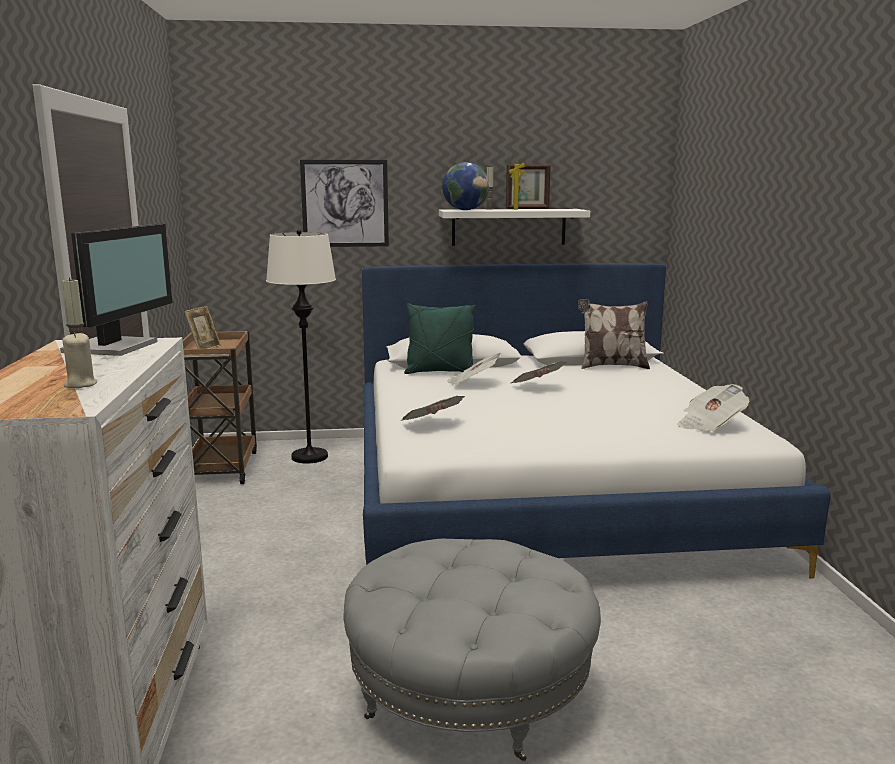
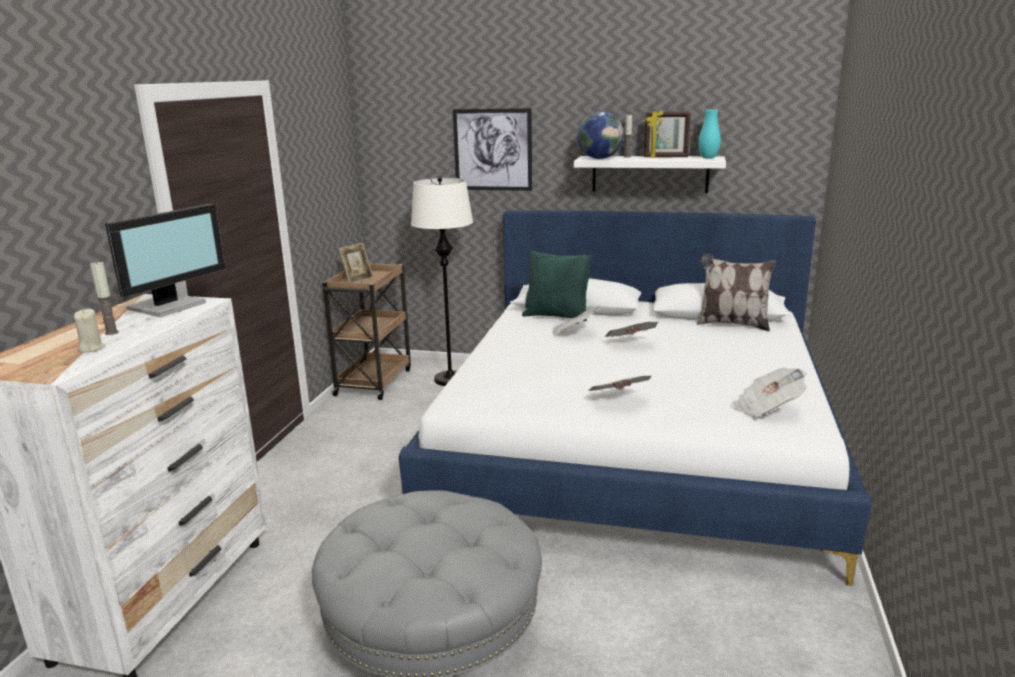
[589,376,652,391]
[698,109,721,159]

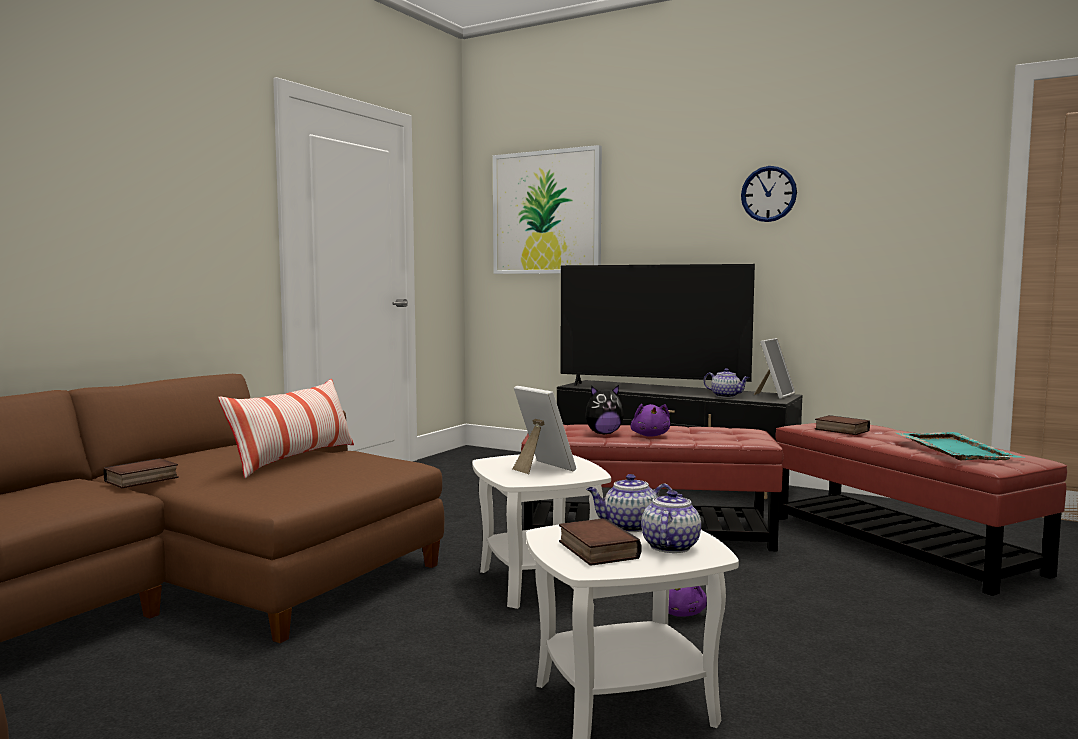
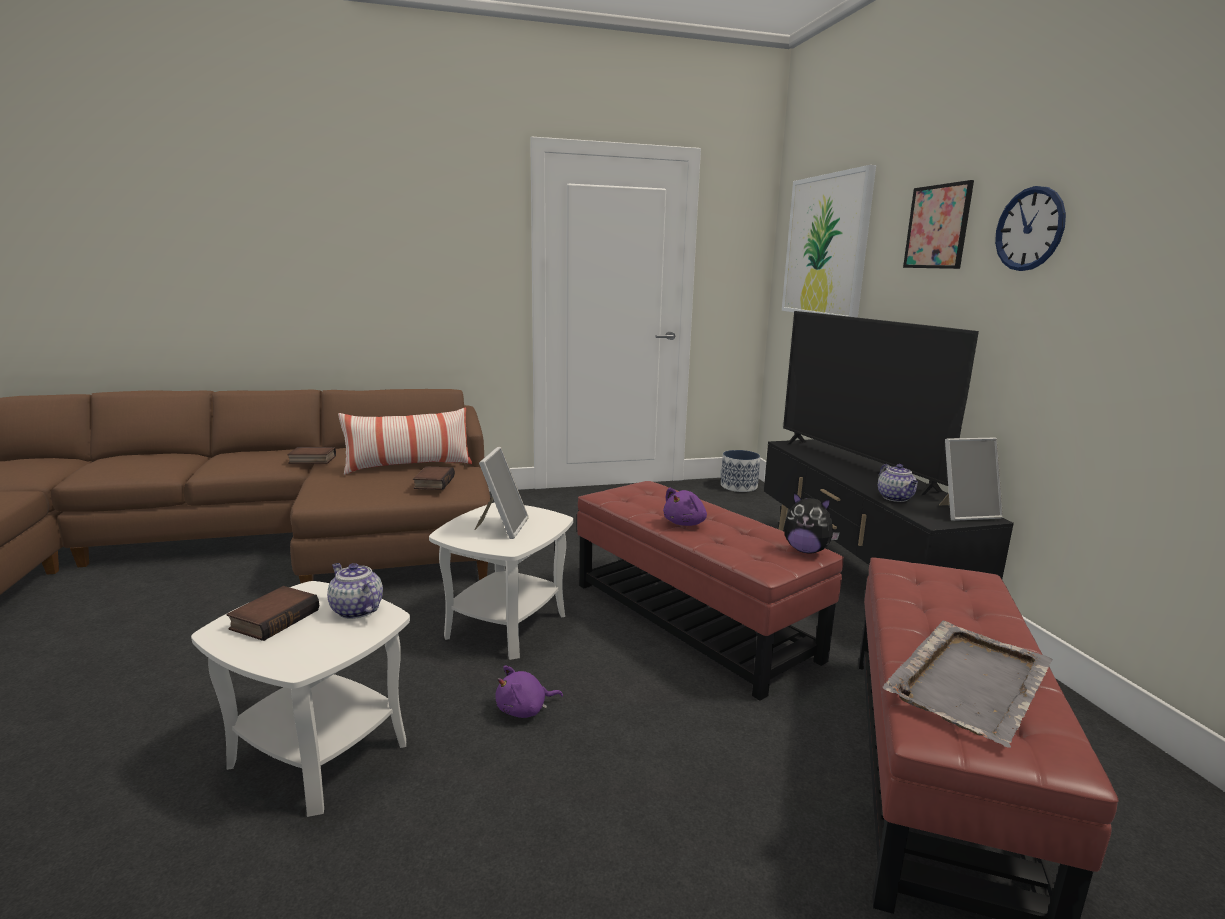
[413,466,455,490]
[721,450,760,492]
[784,492,840,554]
[883,621,1052,748]
[903,180,974,269]
[641,490,701,553] (first image)

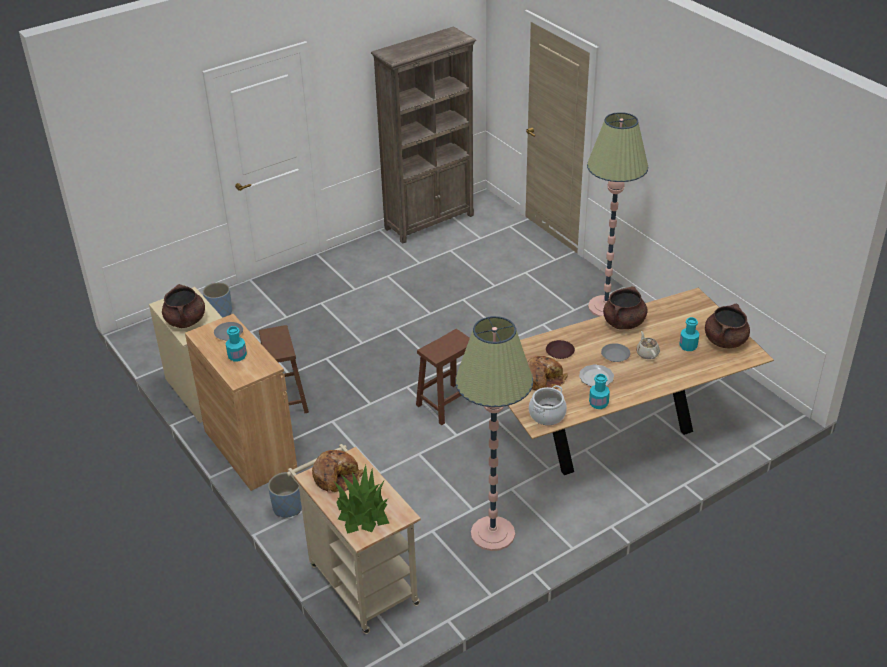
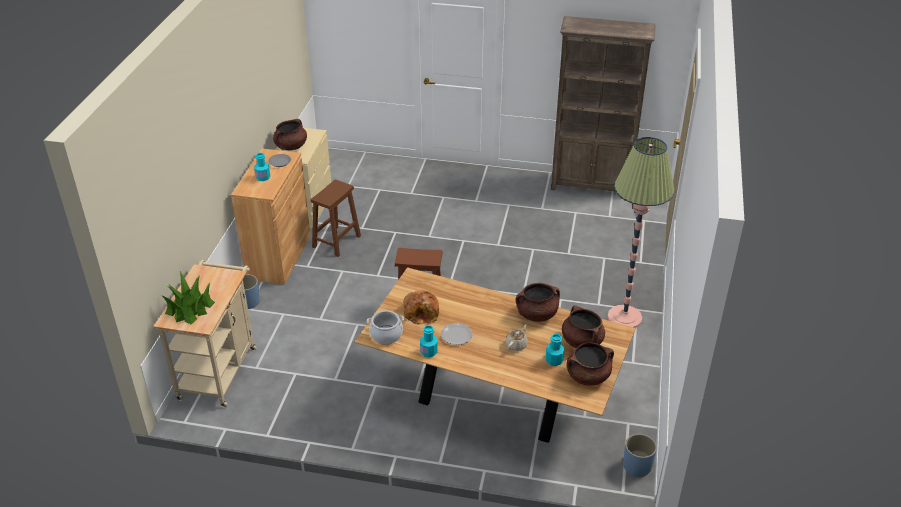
[562,305,605,348]
[623,434,657,477]
[312,450,363,492] (first image)
[455,316,533,551] (first image)
[546,340,575,359] (first image)
[601,343,630,362] (first image)

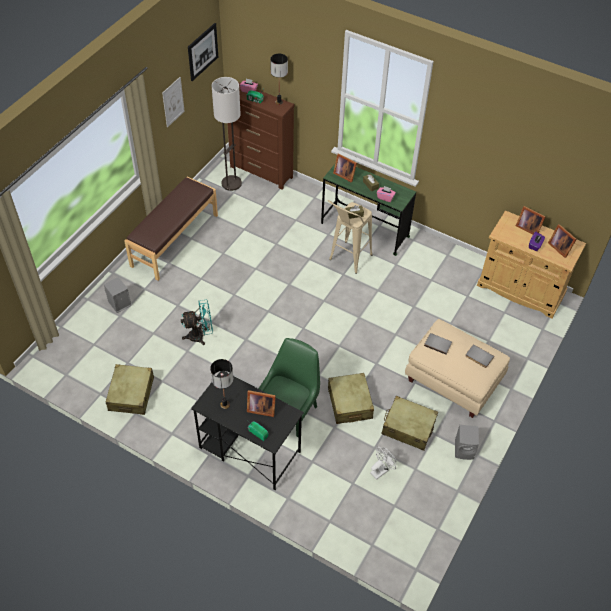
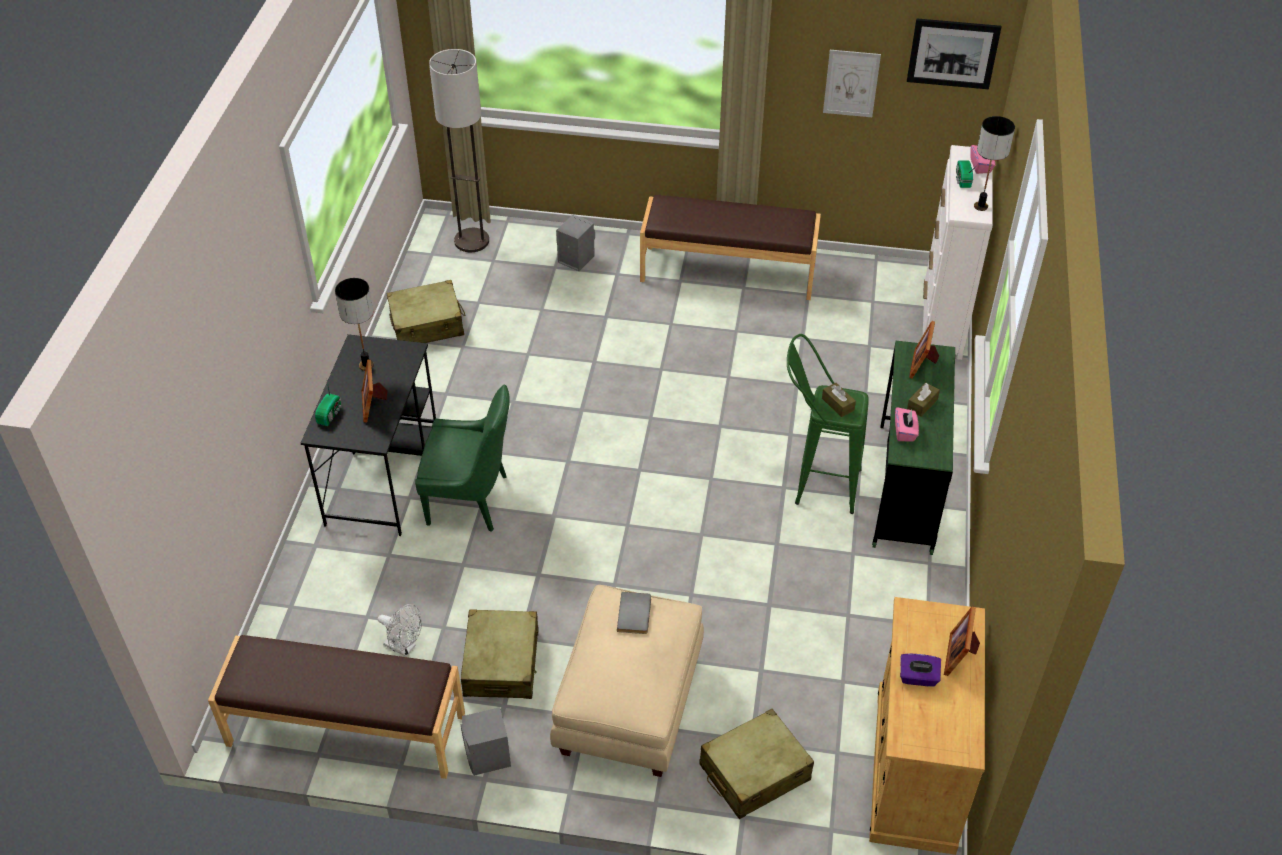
[208,635,465,779]
[429,49,489,252]
[699,709,814,819]
[787,334,868,514]
[923,145,993,360]
[181,300,213,345] (first image)
[466,344,494,368] (first image)
[548,224,577,258] (first image)

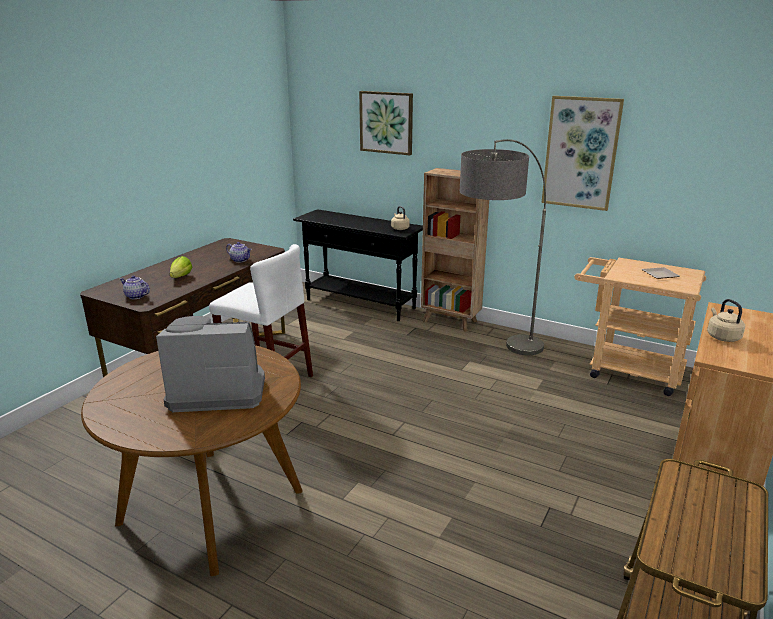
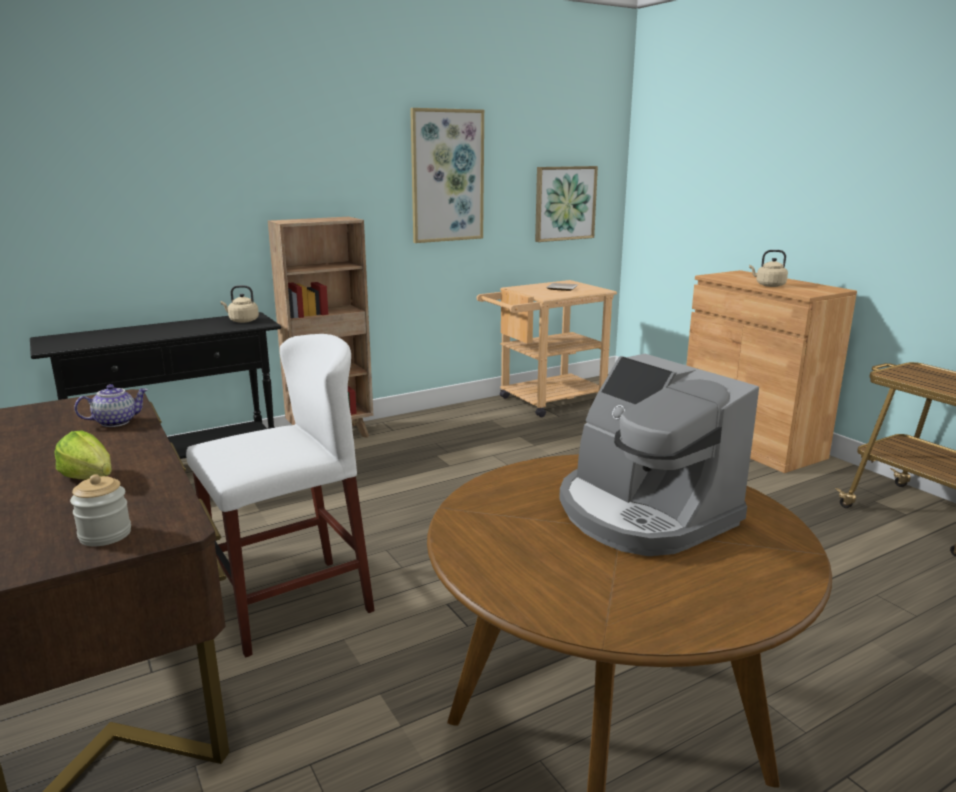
[70,474,131,546]
[535,166,598,242]
[559,354,759,556]
[460,139,546,355] (first image)

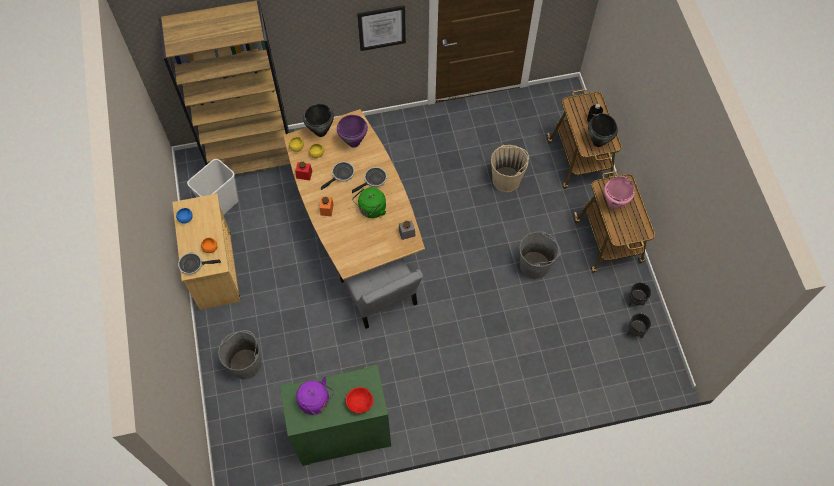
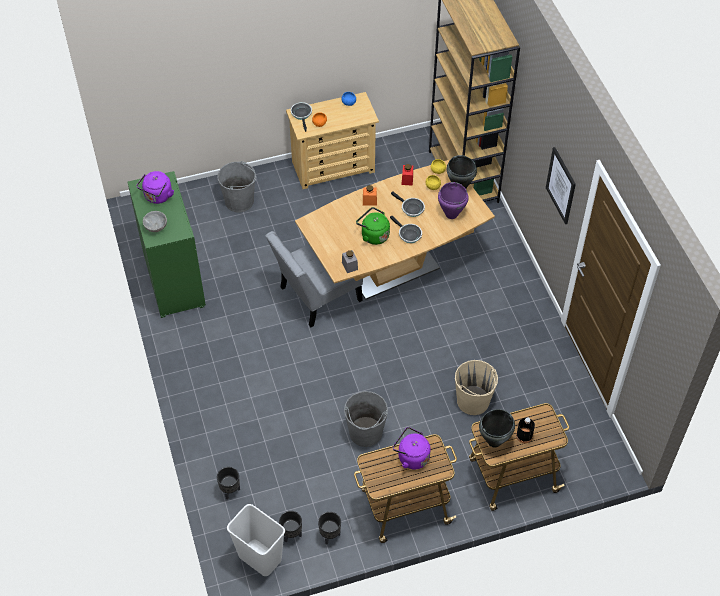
[143,211,167,232]
[217,467,240,499]
[227,504,285,576]
[393,427,431,469]

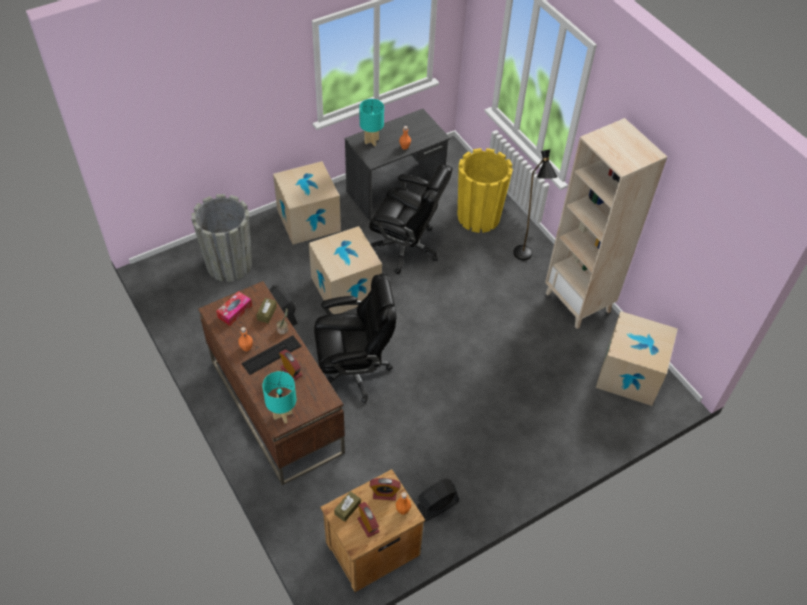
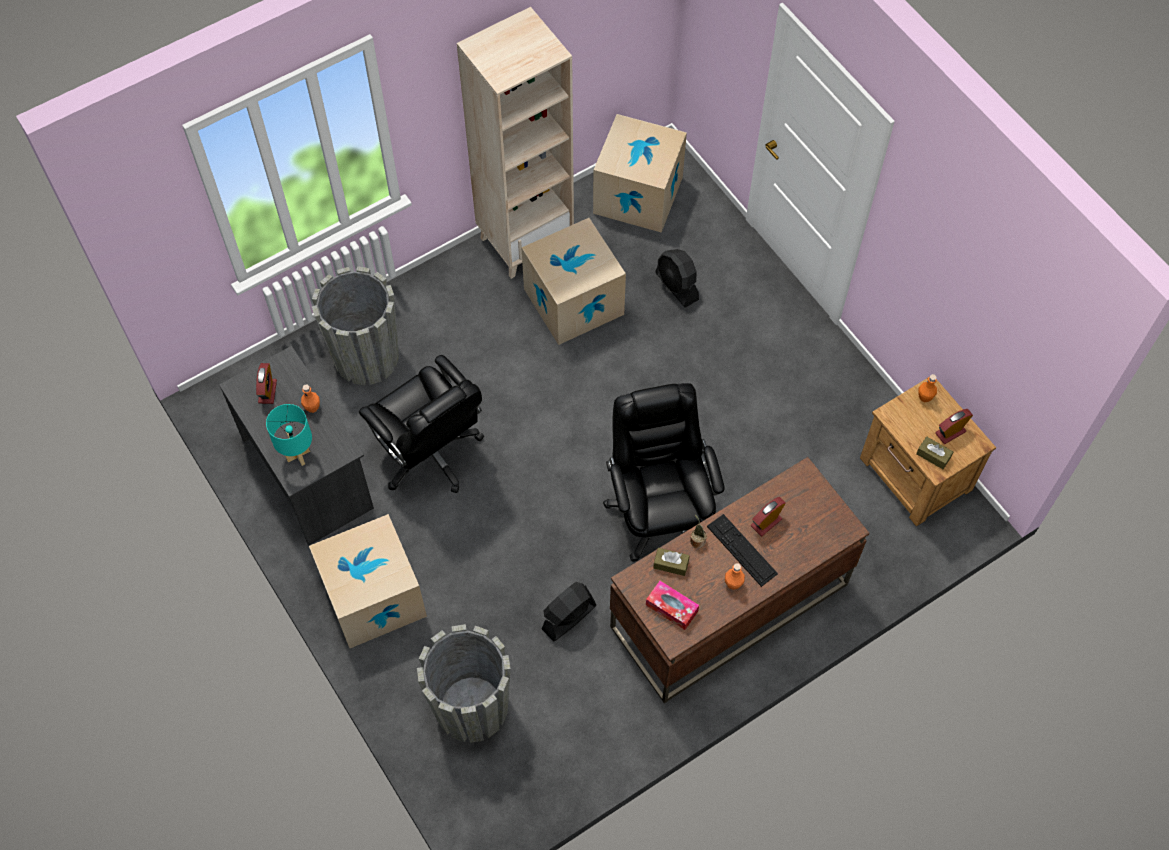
[256,363,277,404]
[312,266,399,385]
[359,355,484,493]
[521,218,626,345]
[655,249,699,308]
[262,371,296,424] (first image)
[513,150,557,260] (first image)

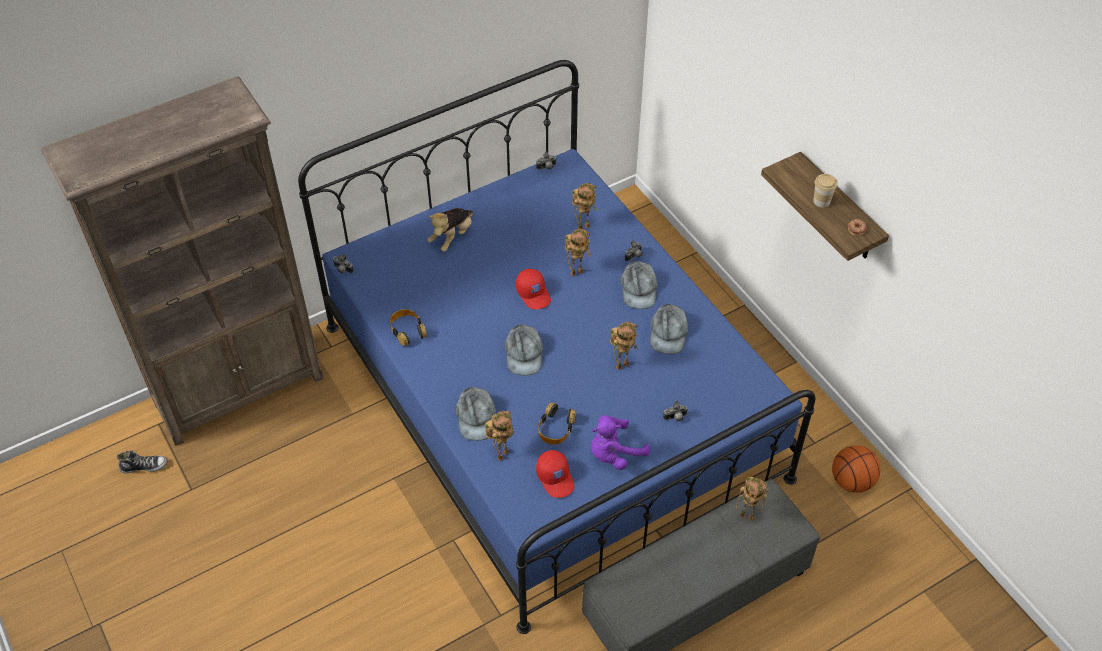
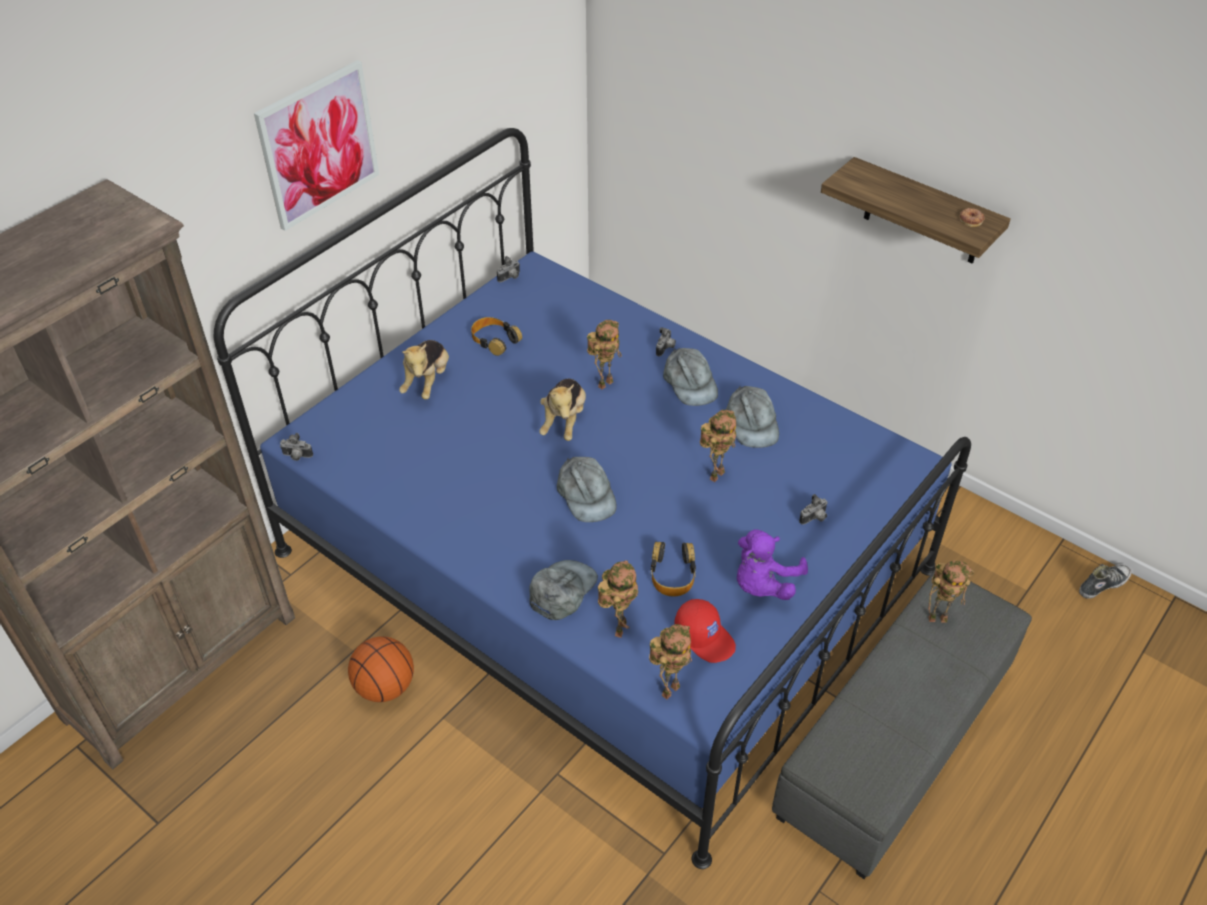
[254,60,379,231]
[348,636,414,702]
[471,317,522,356]
[530,560,598,620]
[539,379,586,441]
[649,624,692,700]
[1079,564,1131,599]
[813,174,838,208] (first image)

